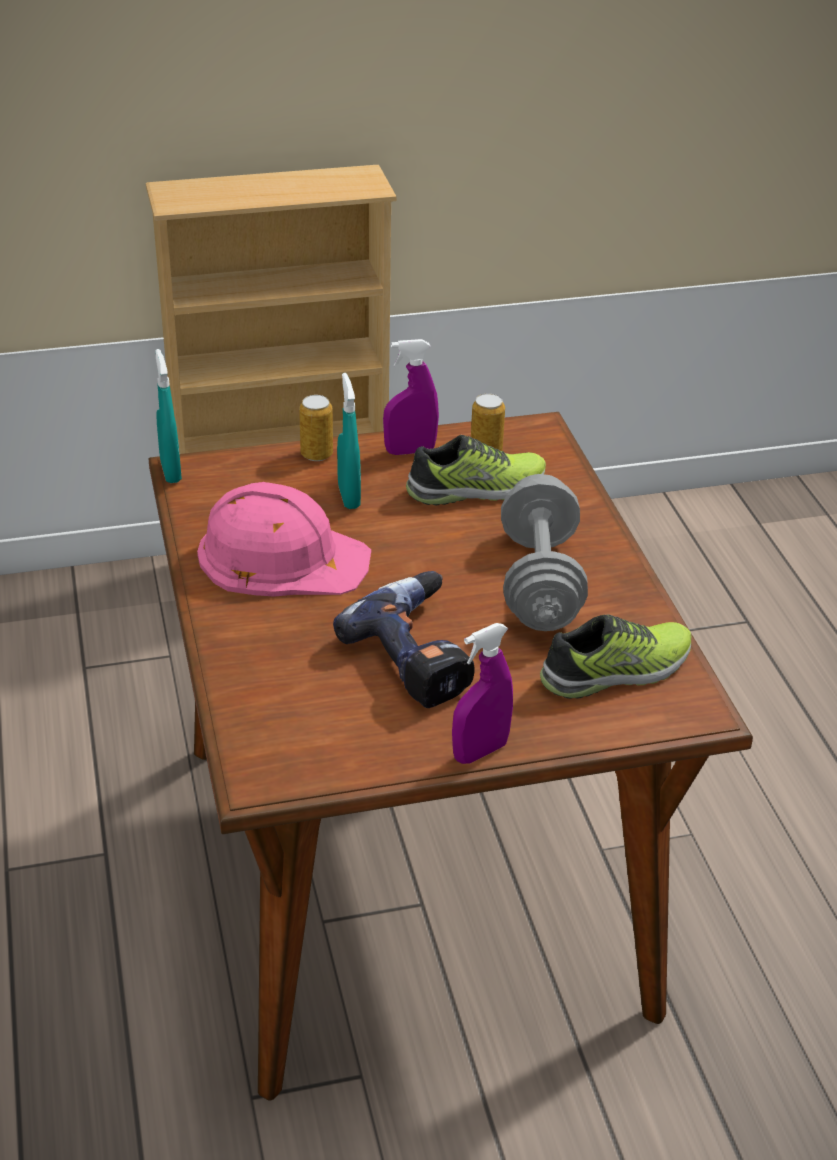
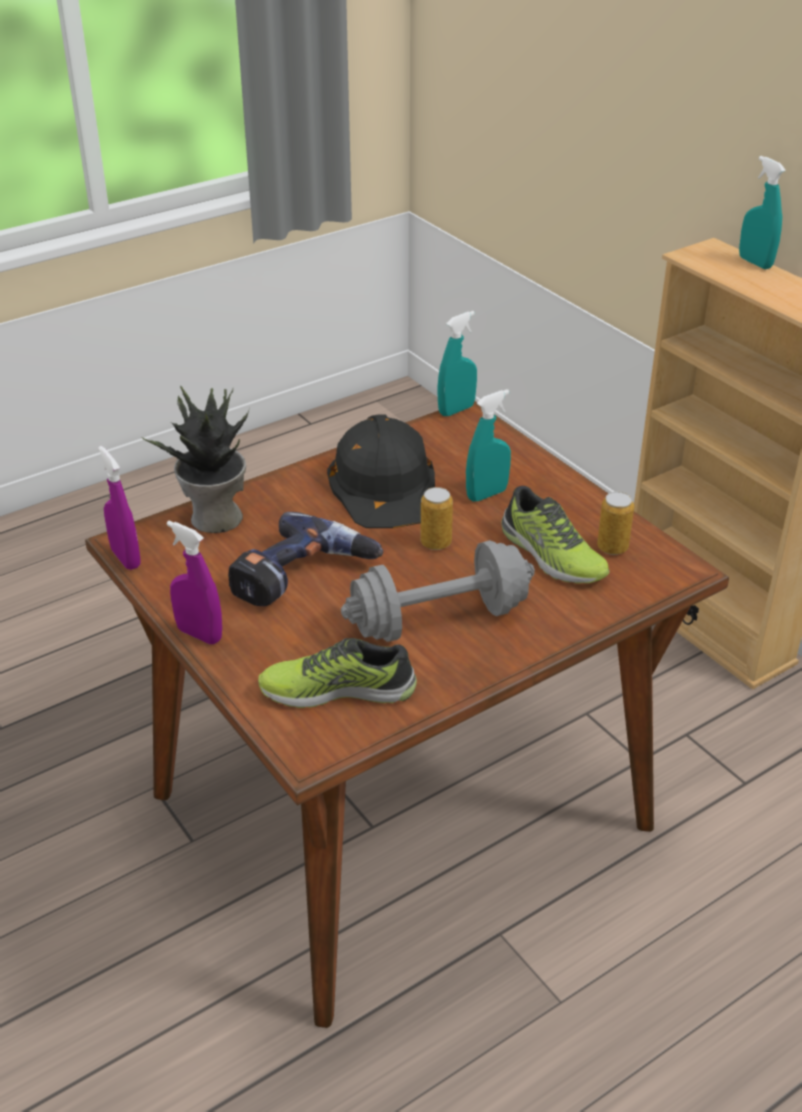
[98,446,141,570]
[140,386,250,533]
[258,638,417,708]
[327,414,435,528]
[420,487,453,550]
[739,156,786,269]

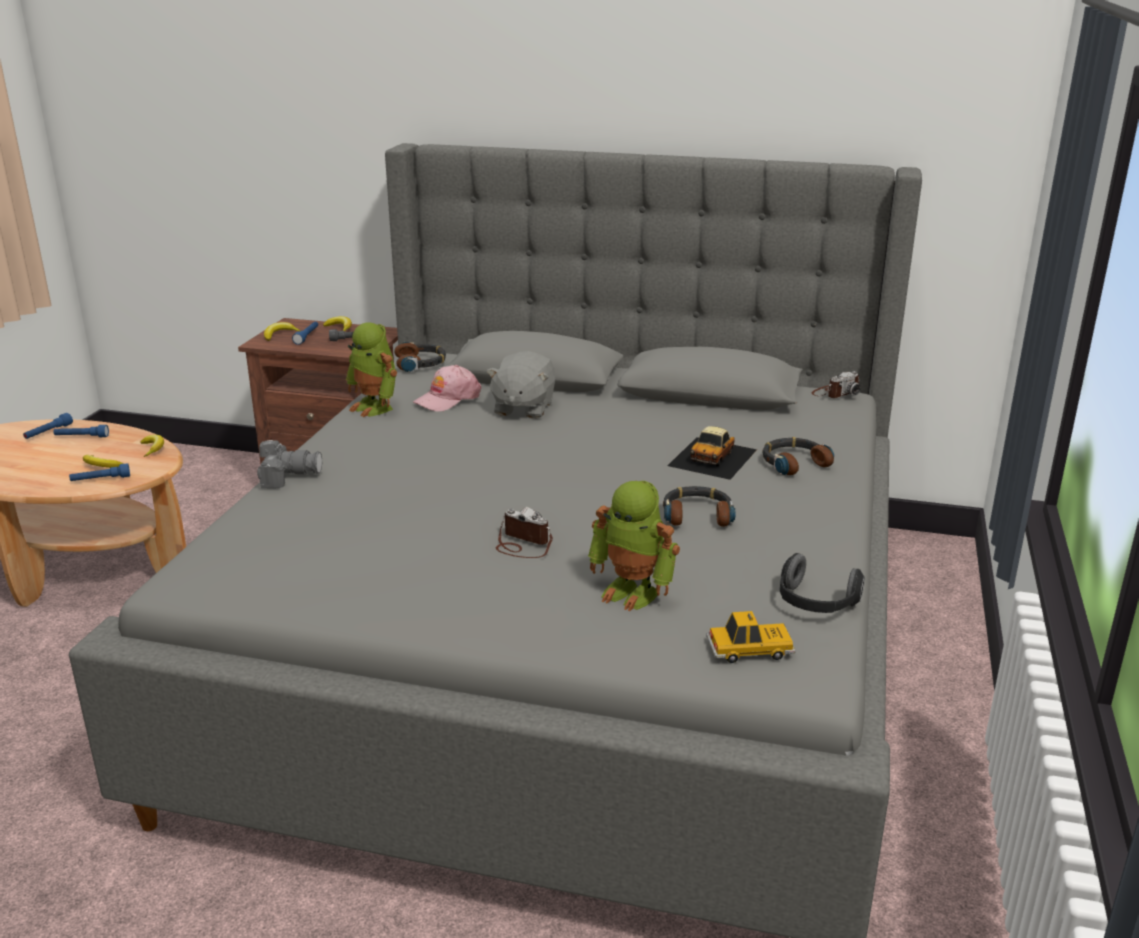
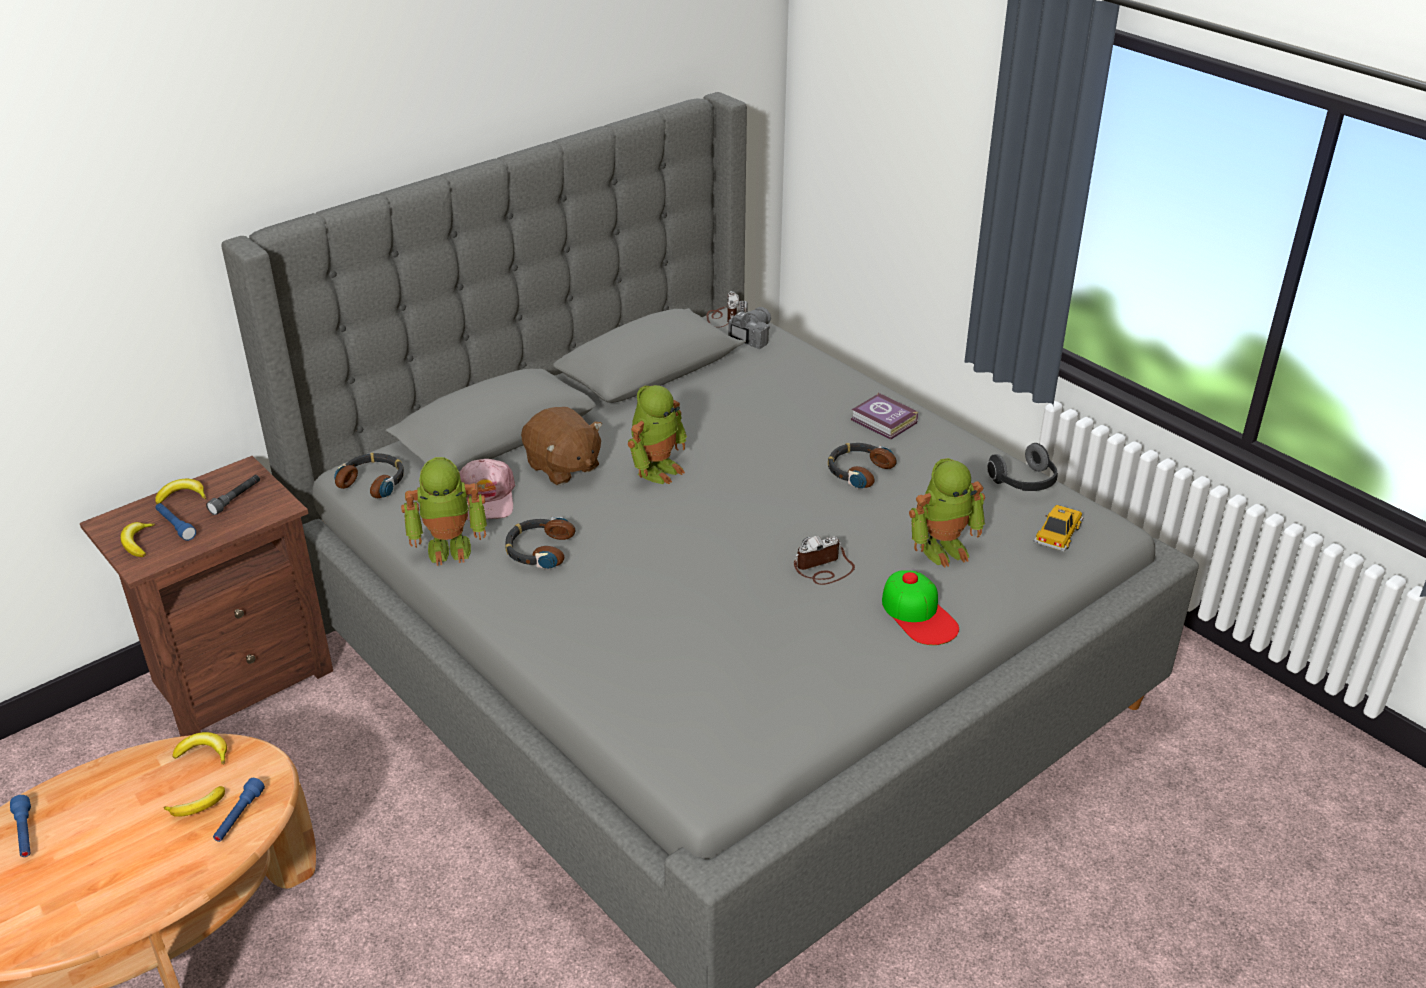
[505,517,575,569]
[521,407,602,485]
[628,385,687,484]
[728,307,771,349]
[851,393,918,440]
[882,570,959,645]
[53,425,109,437] (first image)
[668,426,757,480] (first image)

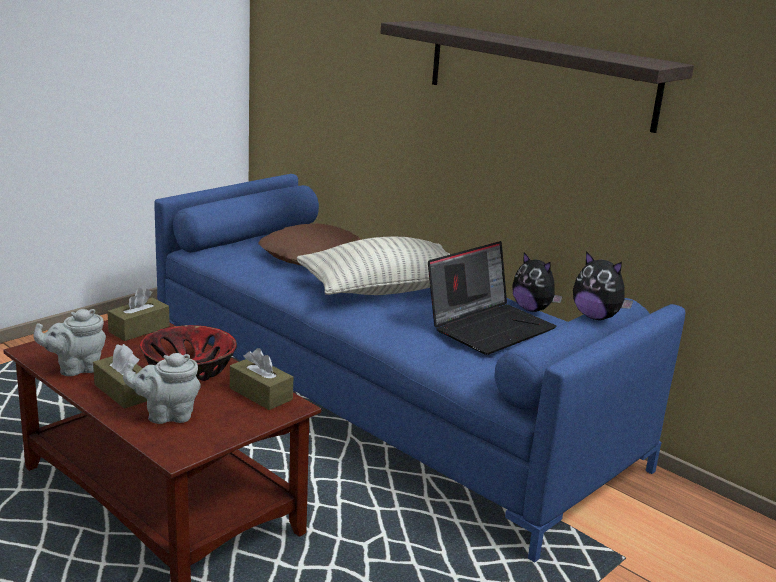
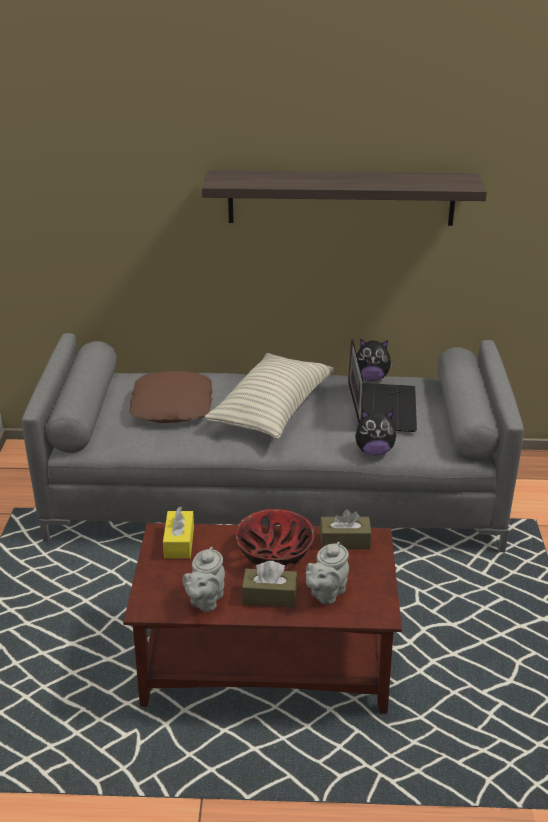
[22,333,524,552]
[163,507,194,559]
[355,410,398,456]

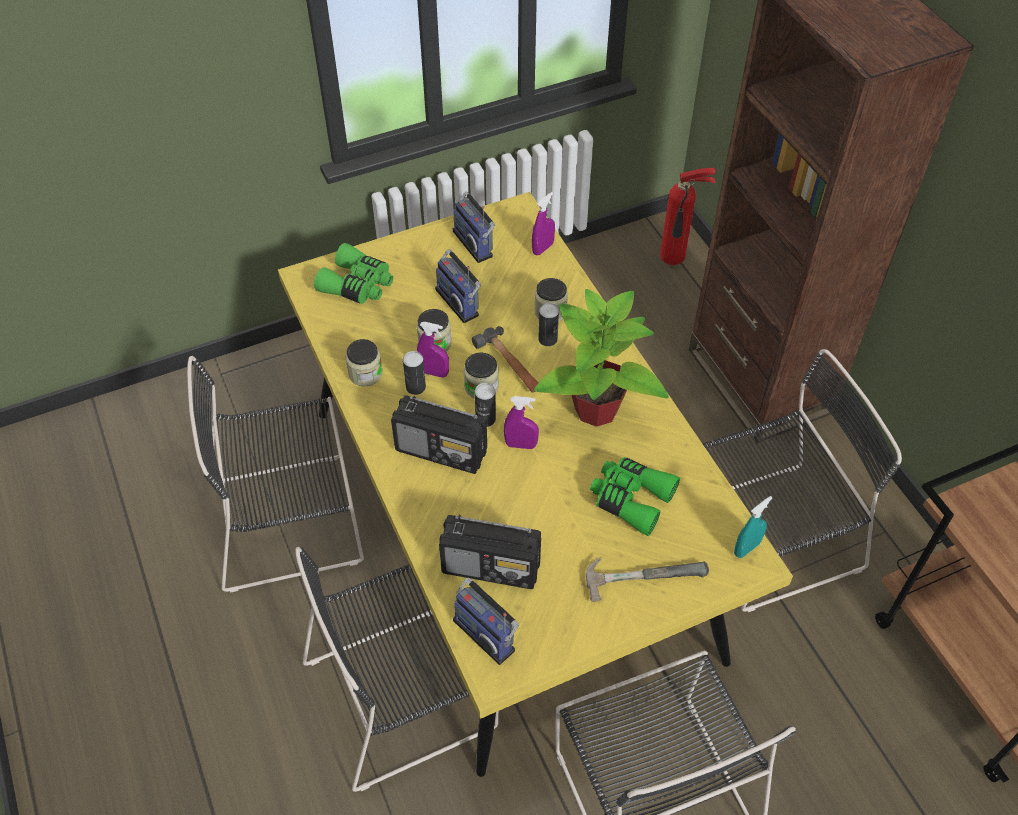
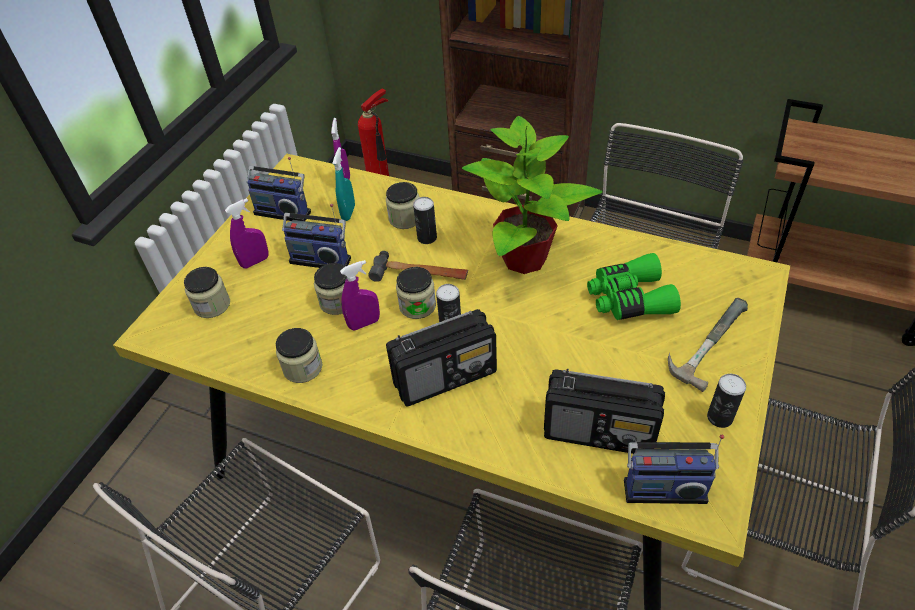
[184,267,230,318]
[225,198,268,269]
[332,147,355,221]
[544,369,665,454]
[707,374,746,428]

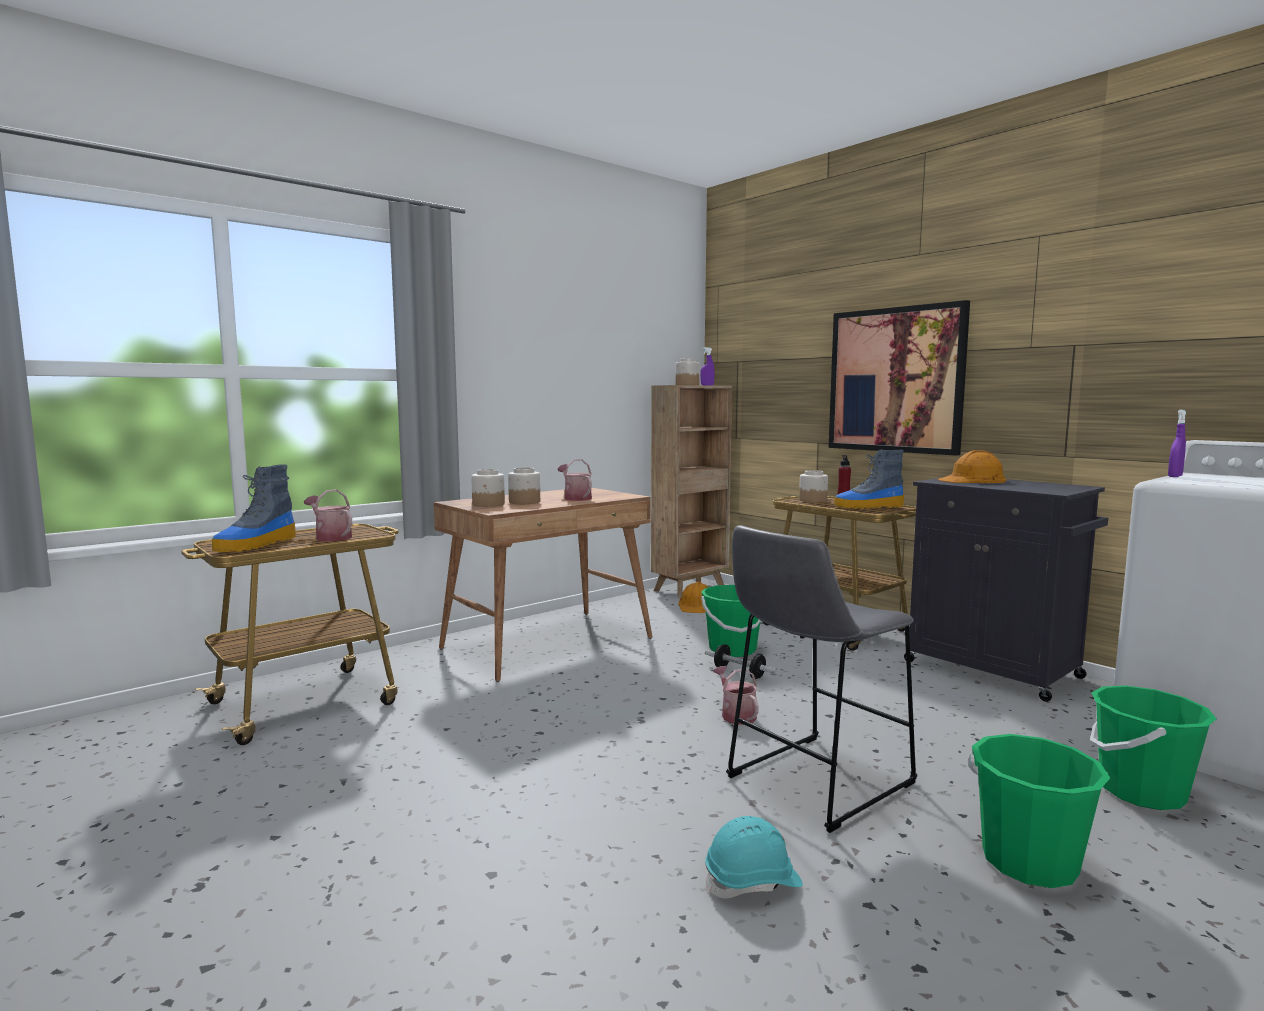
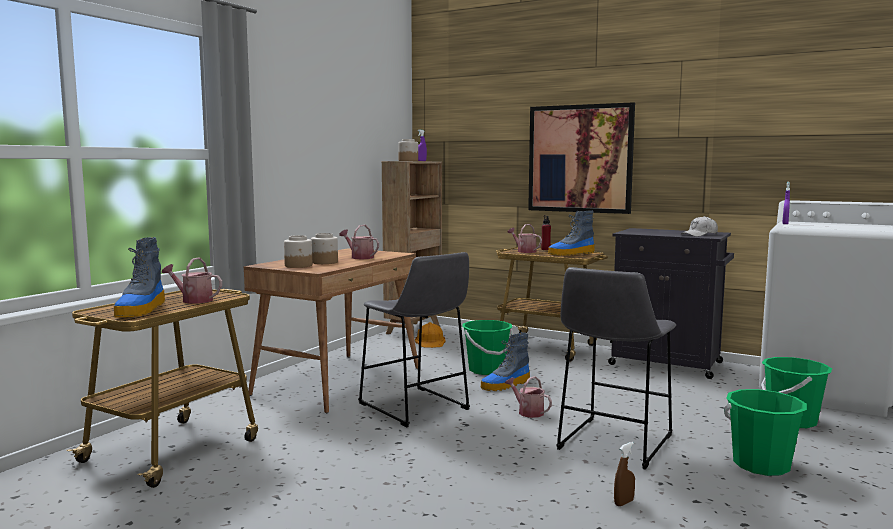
[358,252,470,428]
[481,332,530,391]
[507,224,542,253]
[614,442,635,506]
[681,216,718,237]
[937,450,1007,483] (first image)

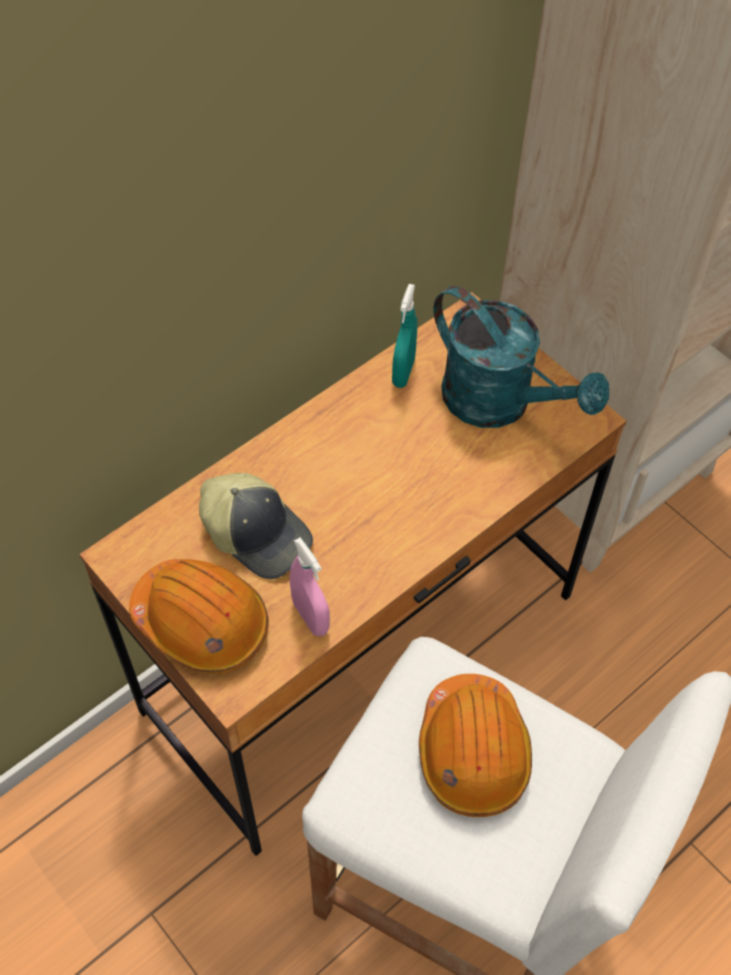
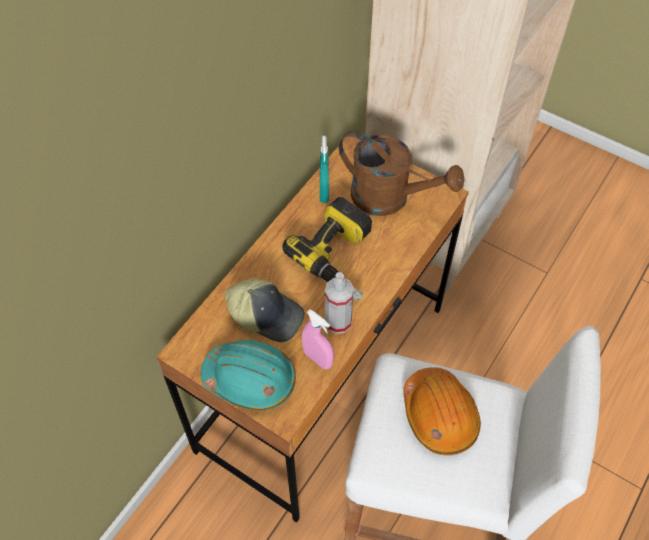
[201,340,296,411]
[282,197,372,301]
[325,272,354,334]
[339,131,465,216]

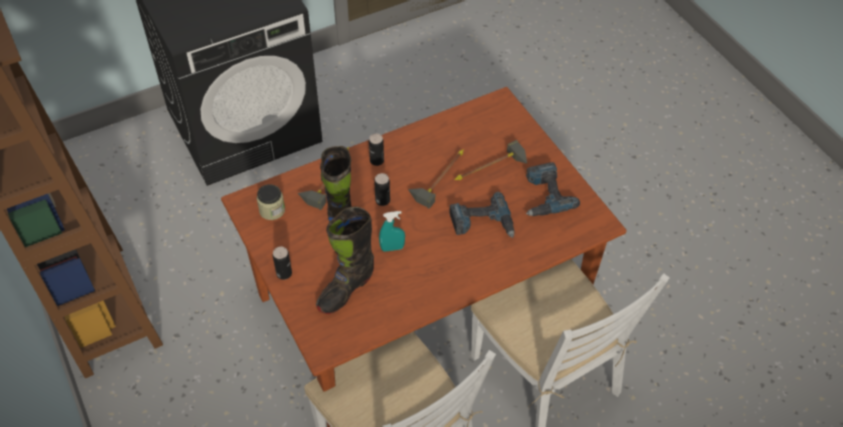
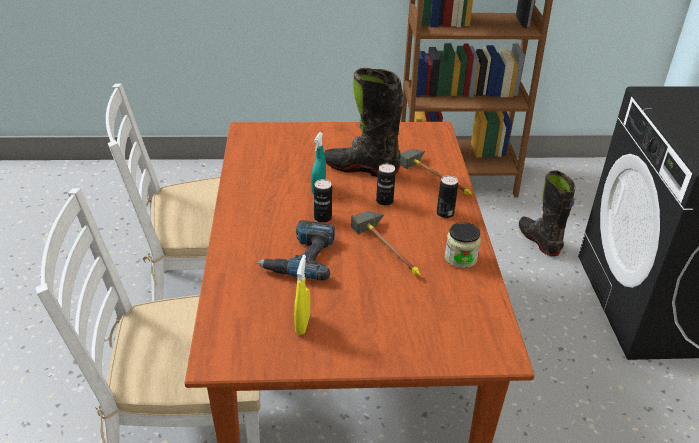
[294,255,310,335]
[314,179,332,223]
[445,222,481,268]
[519,170,575,256]
[454,140,527,180] (first image)

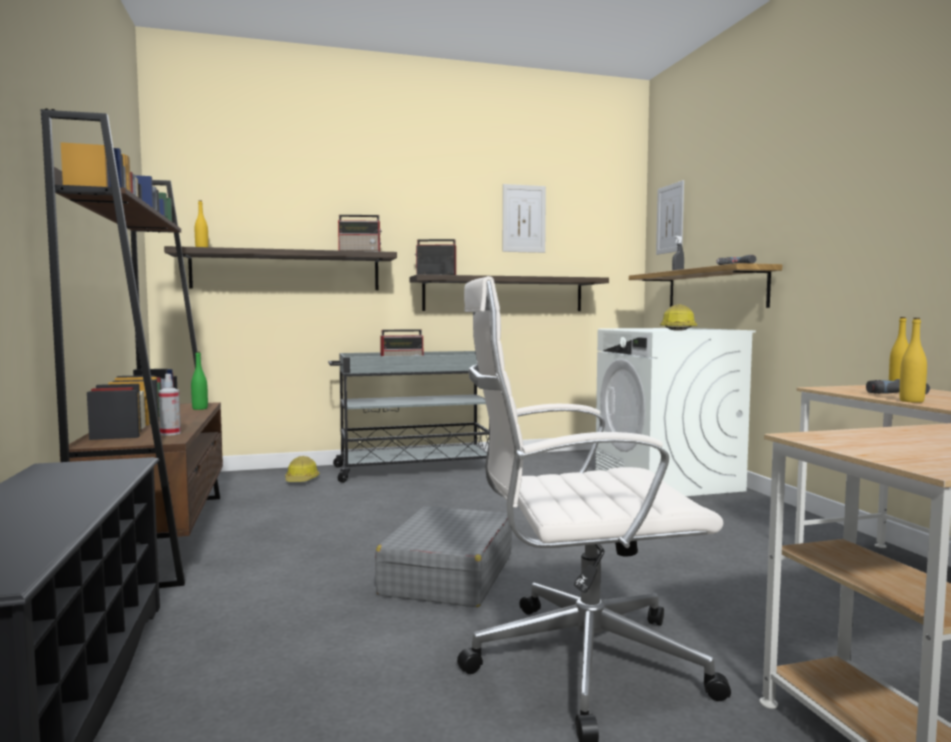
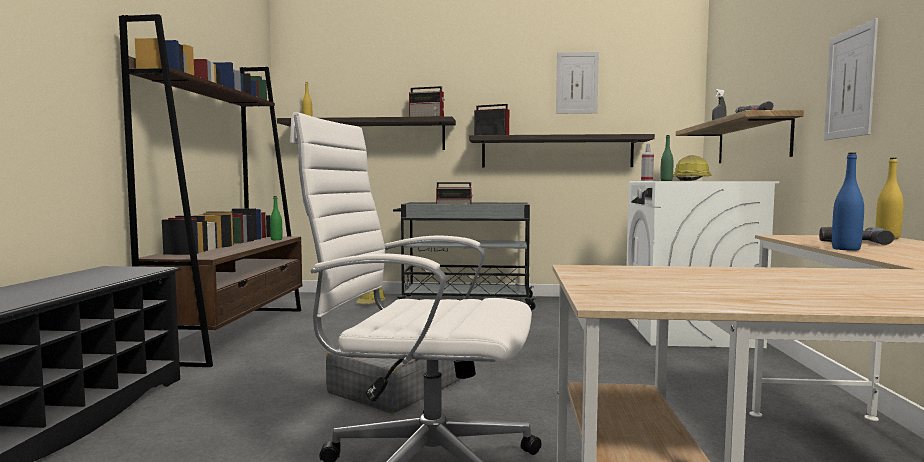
[641,144,654,181]
[660,135,674,181]
[824,18,878,140]
[832,152,864,251]

